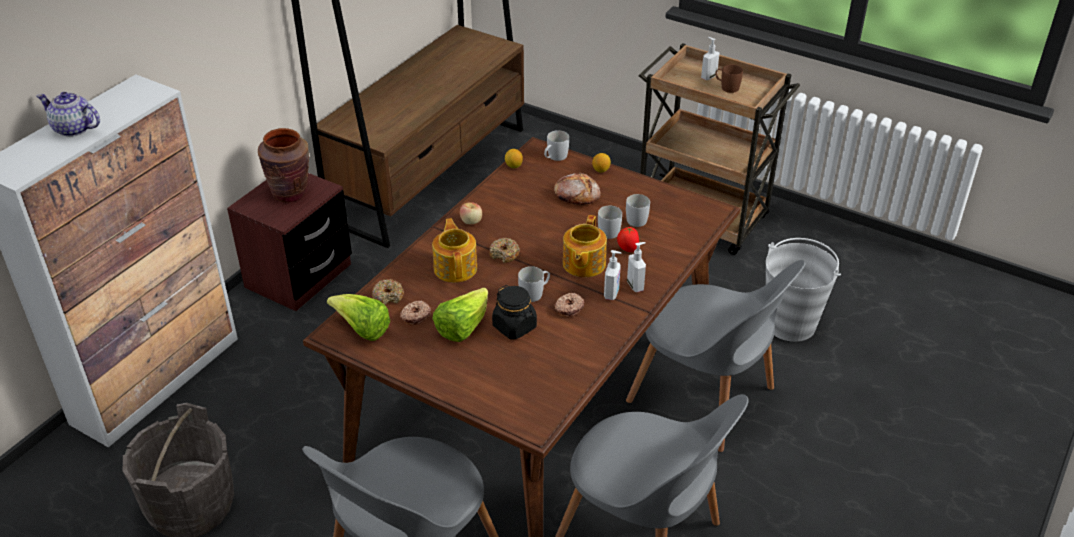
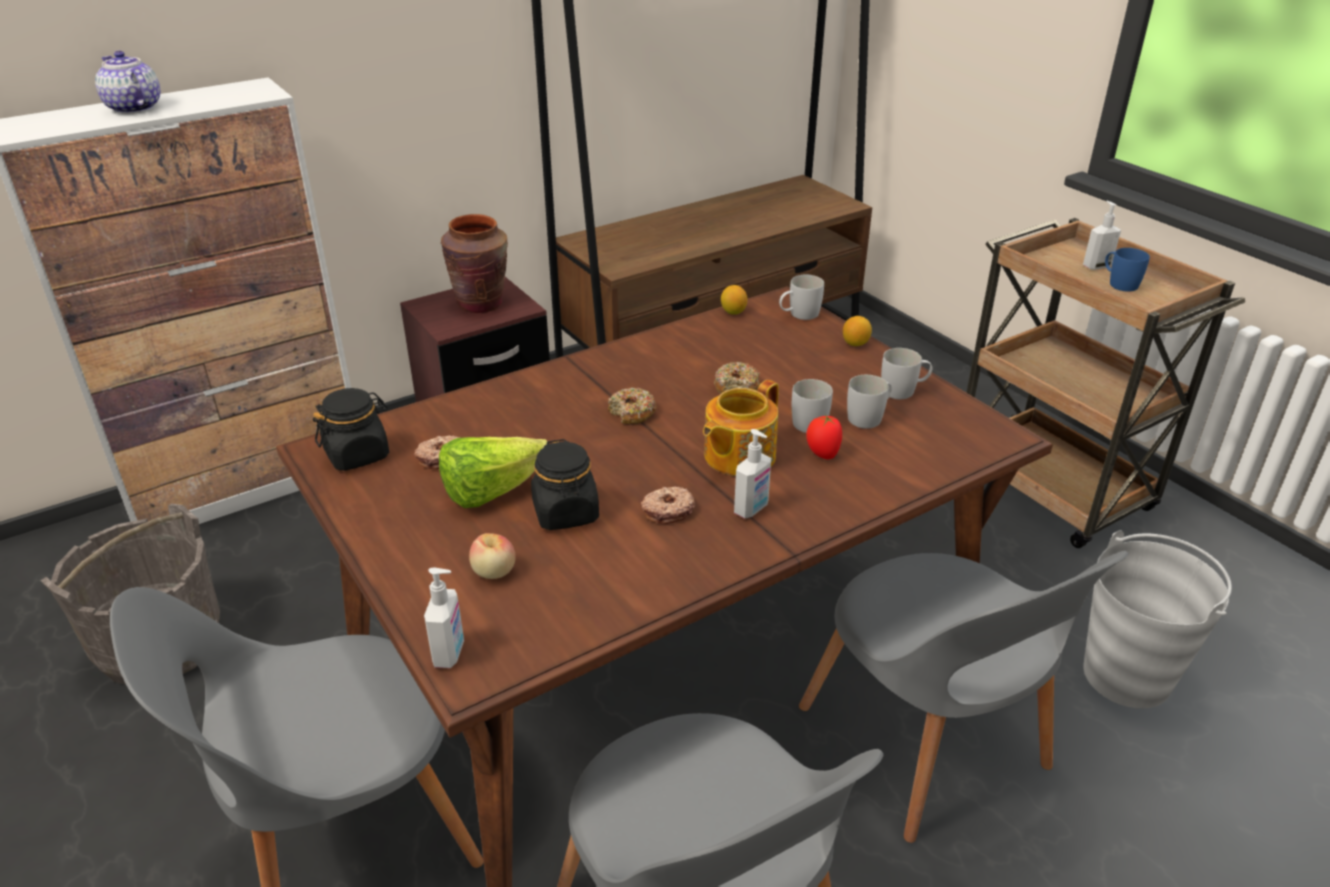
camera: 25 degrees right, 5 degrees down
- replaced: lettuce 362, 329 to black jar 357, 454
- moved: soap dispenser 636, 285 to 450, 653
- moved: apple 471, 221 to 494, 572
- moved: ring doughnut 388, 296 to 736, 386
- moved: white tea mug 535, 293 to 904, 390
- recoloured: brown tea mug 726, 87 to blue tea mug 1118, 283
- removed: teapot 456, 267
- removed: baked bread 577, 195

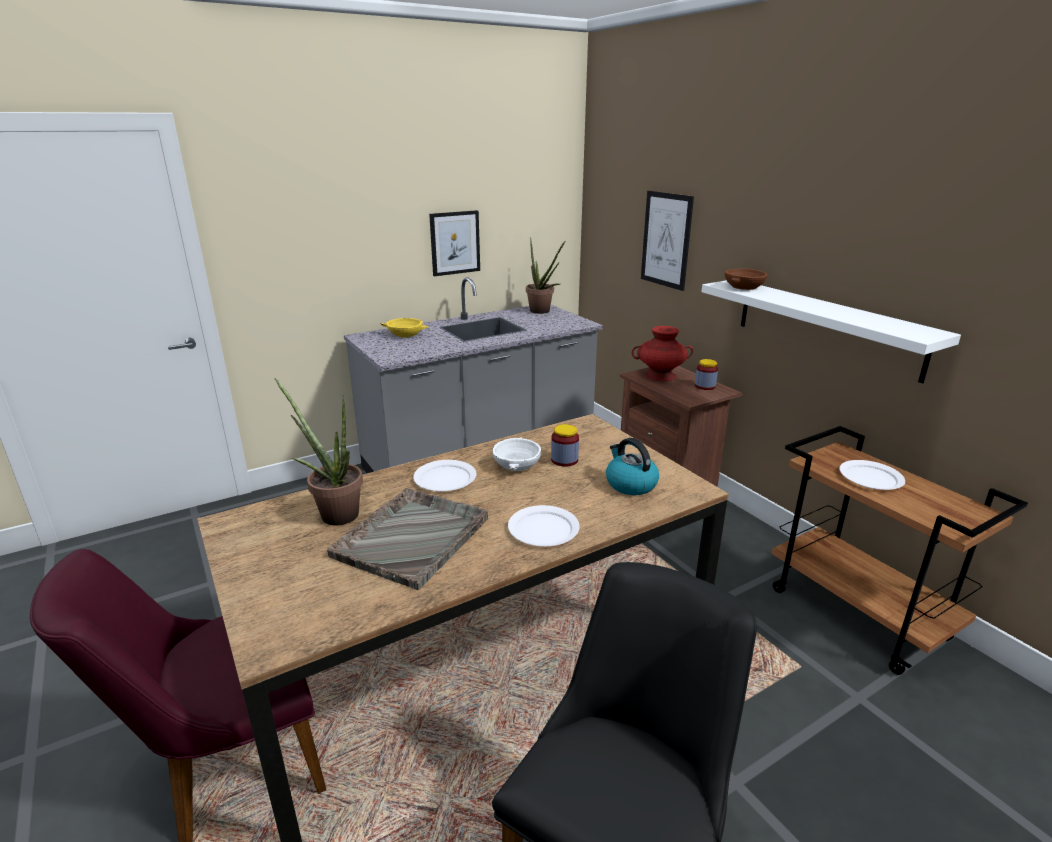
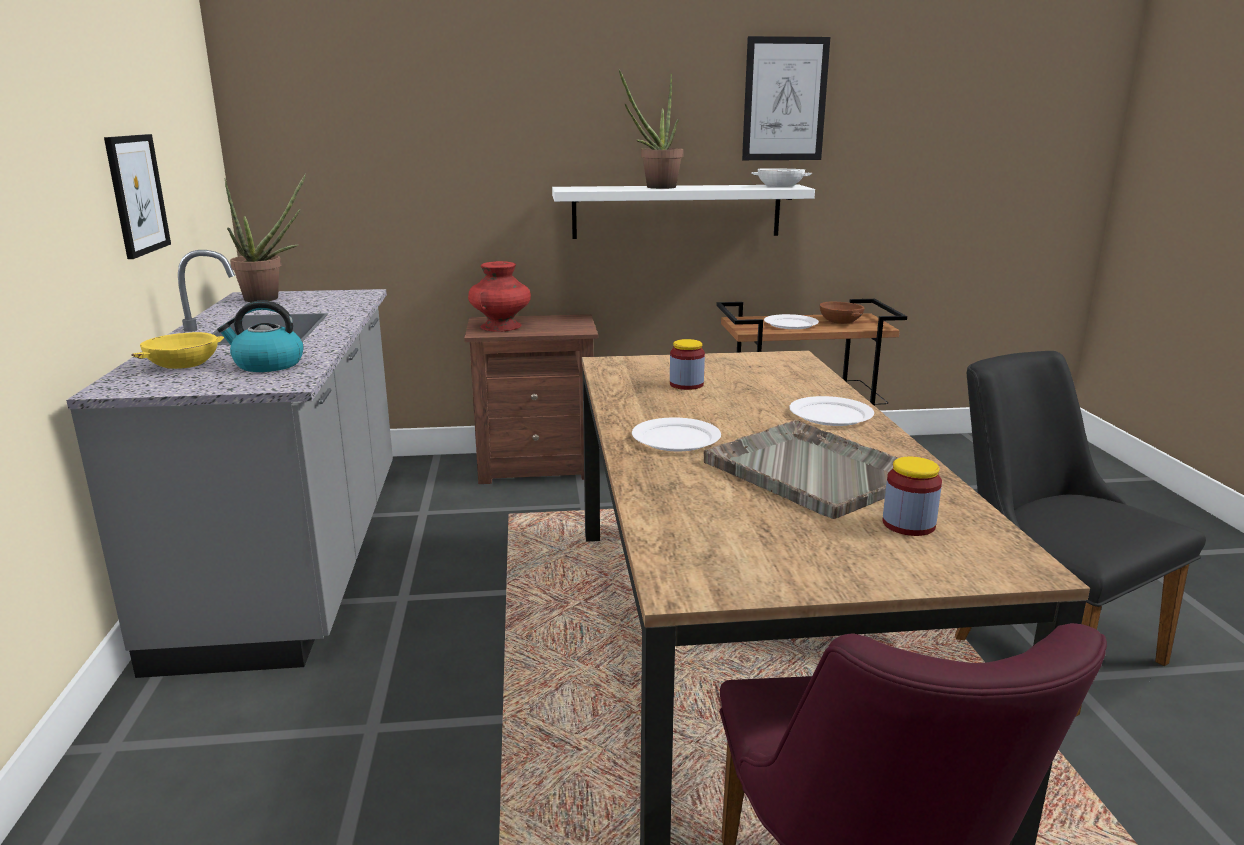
camera: 65 degrees left, 5 degrees down
- moved: tea kettle 630, 484 to 267, 365
- moved: potted plant 334, 513 to 655, 187
- moved: wall picture 666, 240 to 785, 99
- moved: white deep dish 516, 464 to 779, 186
- moved: brown deep dish 743, 287 to 839, 321
- moved: jar 705, 386 to 908, 524

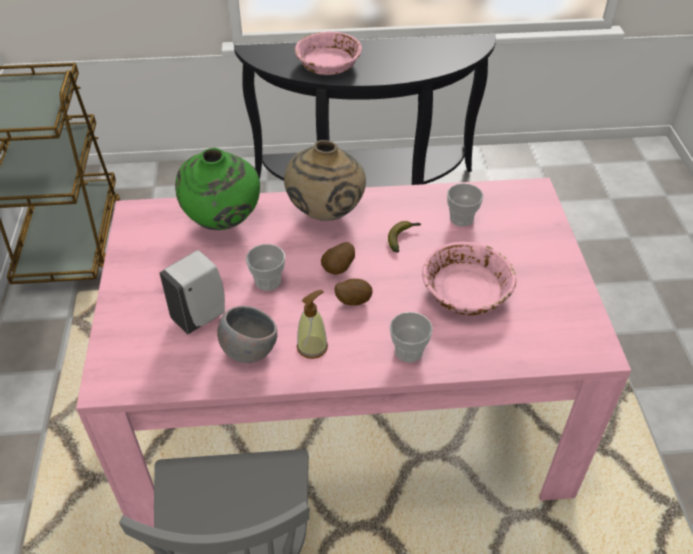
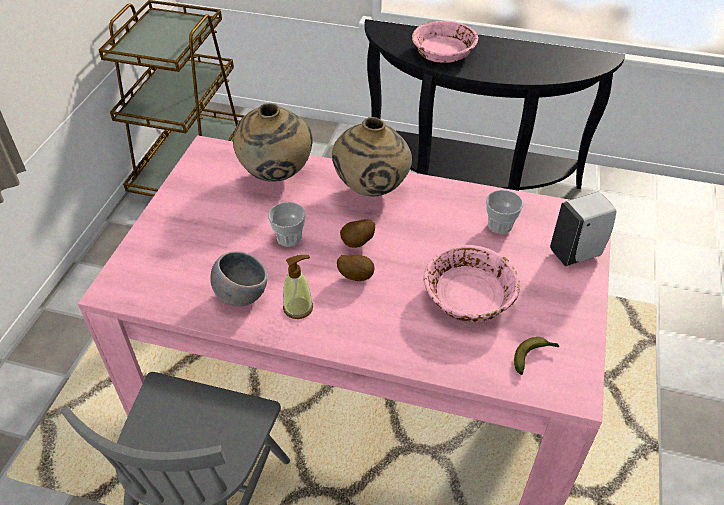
camera: 20 degrees right, 0 degrees up
- recoloured: greenish flower vase 223, 222 to beige-coloured flower vase 277, 176
- moved: banana 403, 238 to 533, 356
- moved: white soap dispenser 201, 316 to 576, 253
- removed: cup 408, 351

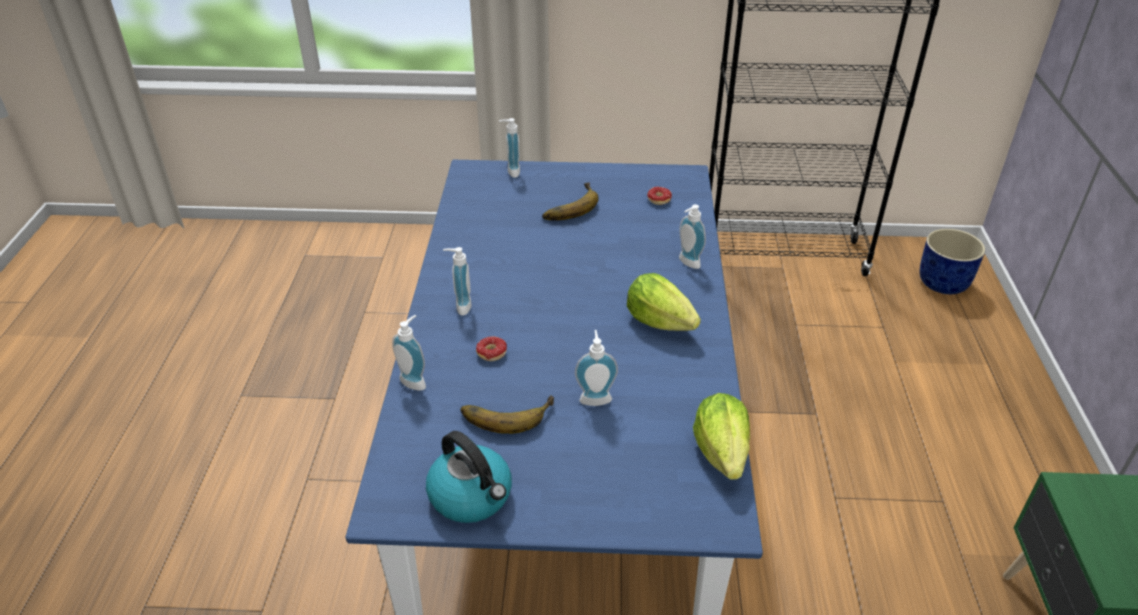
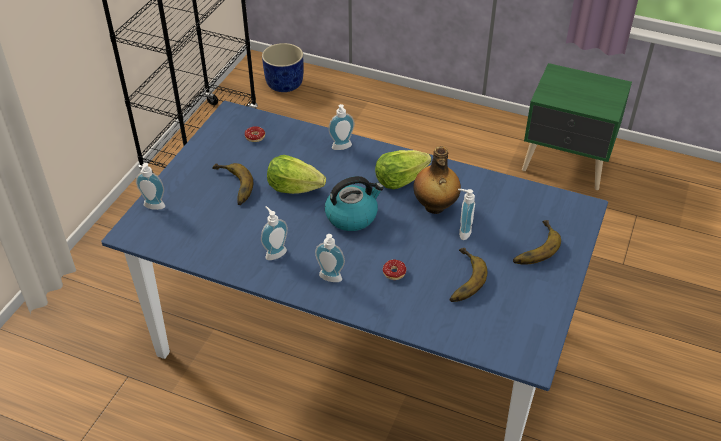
camera: 70 degrees left, 5 degrees up
- moved: soap dispenser 415, 380 to 274, 252
- moved: lettuce 722, 452 to 294, 188
- moved: tea kettle 472, 496 to 352, 216
- added: bottle 434, 207
- added: banana 532, 246

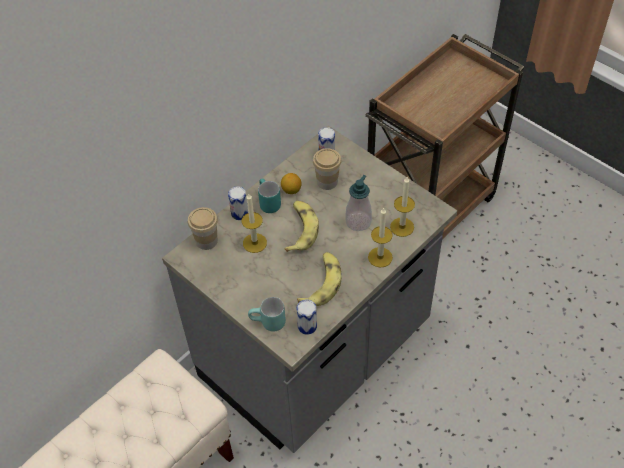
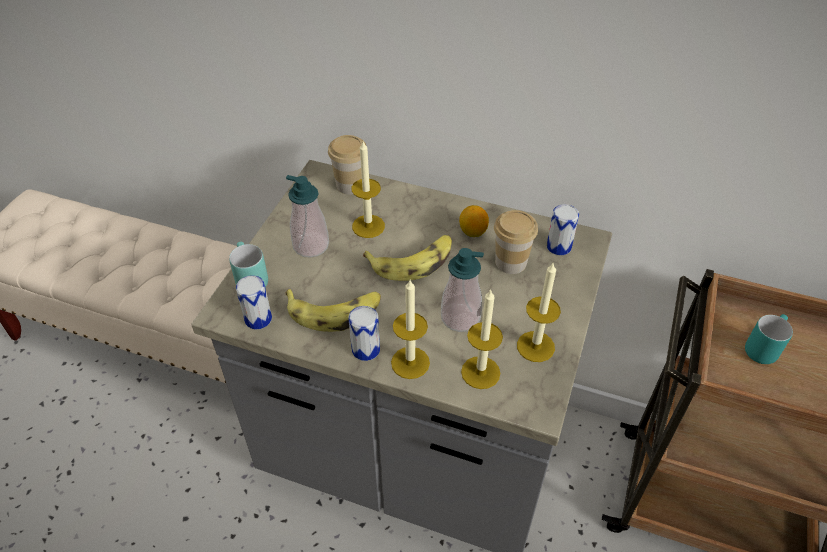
camera: 65 degrees right, 5 degrees down
- added: soap dispenser 311, 245
- moved: metal can 239, 213 to 366, 349
- added: wax candle 535, 346
- moved: blue-green tea mug 267, 203 to 761, 346

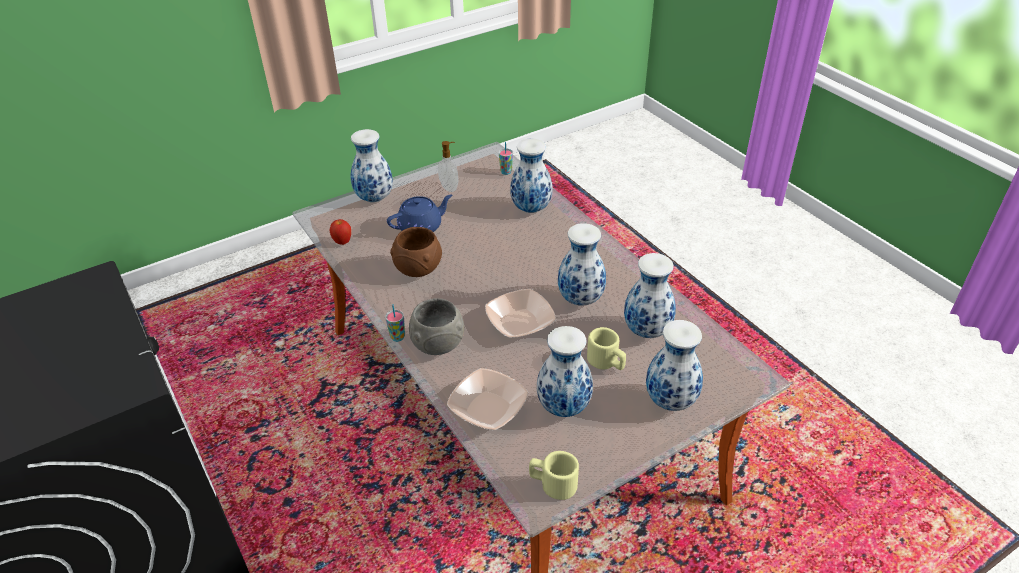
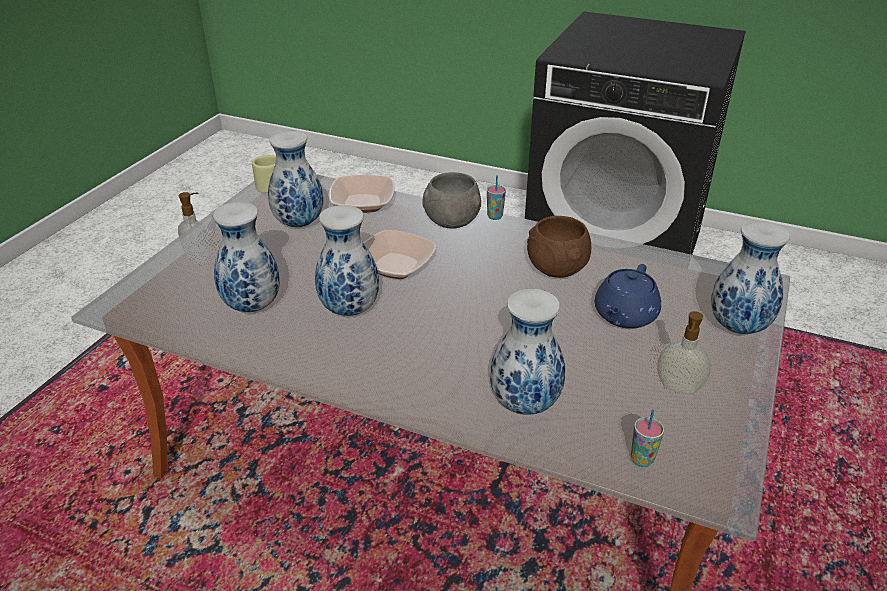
camera: 145 degrees right, 5 degrees down
- replaced: flower vase 671, 401 to soap dispenser 199, 259
- removed: apple 342, 242
- removed: beige-coloured tea mug 606, 362

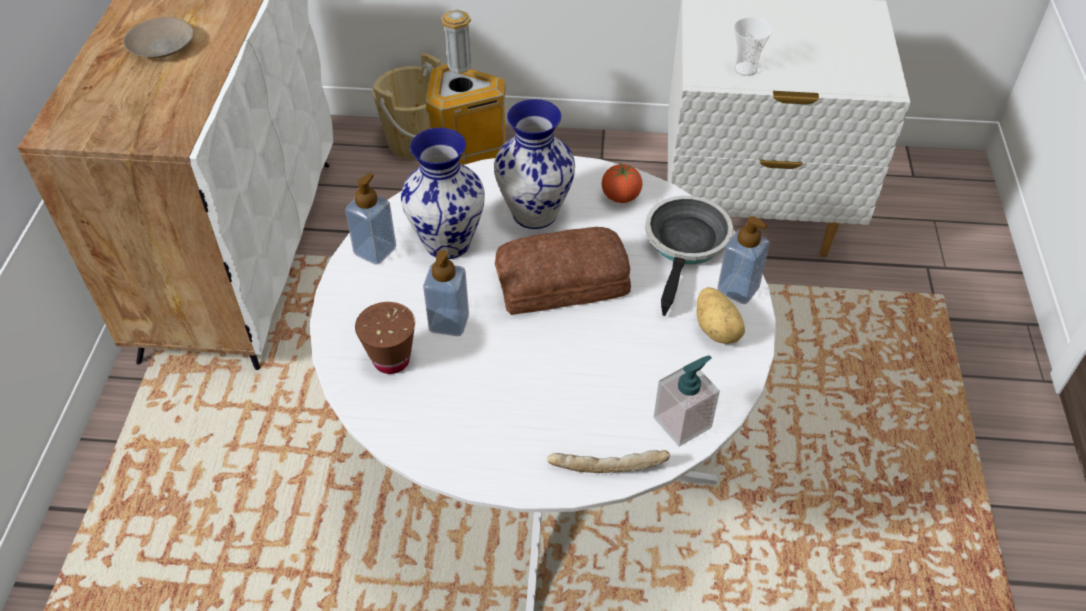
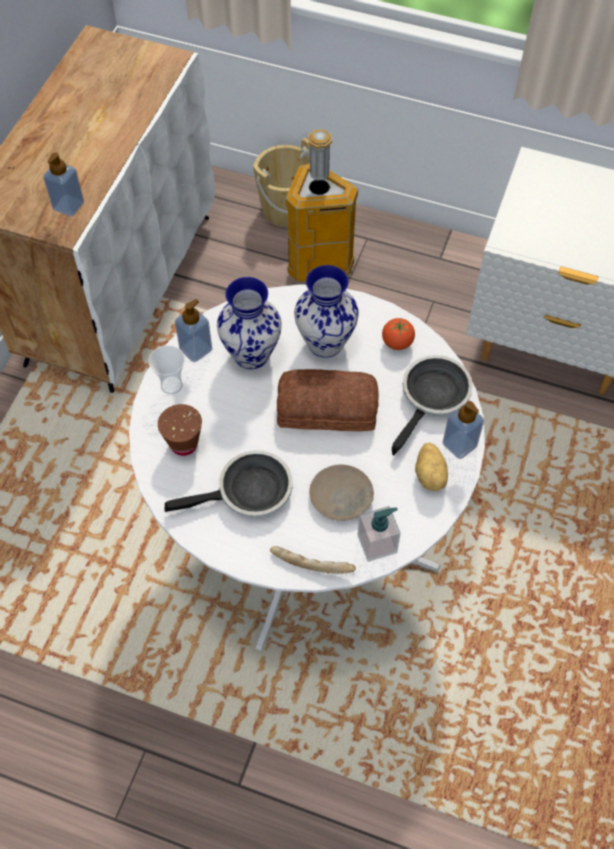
camera: 15 degrees right, 10 degrees up
- moved: soap dispenser 449, 322 to 68, 206
- moved: cup 745, 69 to 171, 385
- added: frying pan 249, 492
- moved: beige-coloured plate 162, 46 to 342, 497

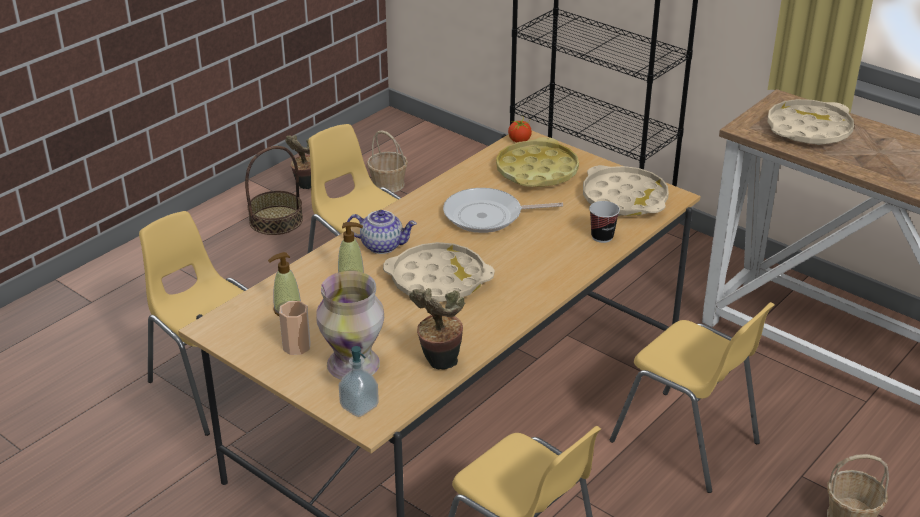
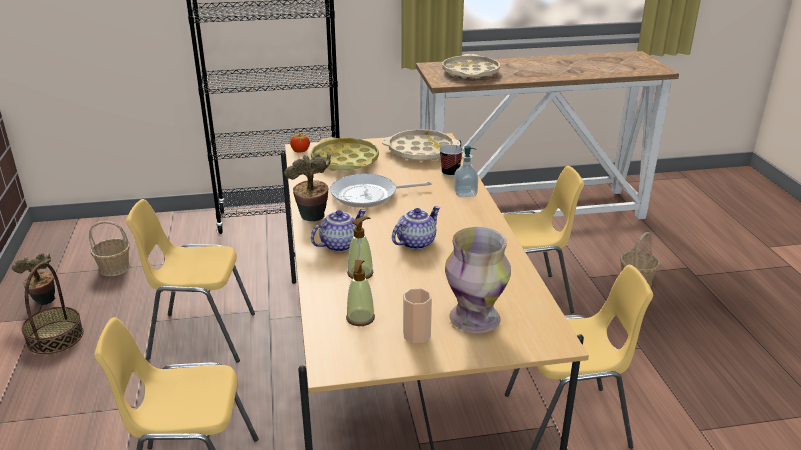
camera: 50 degrees left, 5 degrees down
- moved: potted plant 439, 363 to 312, 219
- turned: frying pan 487, 216 = 368, 195 45 degrees clockwise
- replaced: beige-coloured carrying tray 438, 280 to teapot 415, 242
- moved: soap dispenser 359, 406 to 465, 193

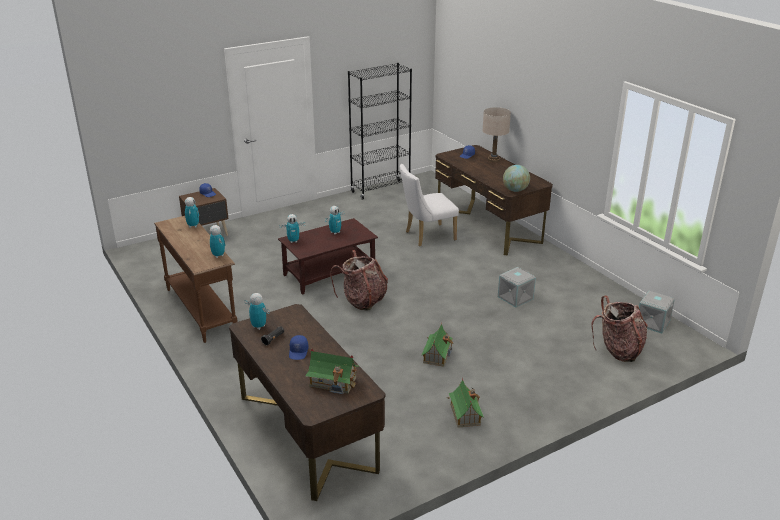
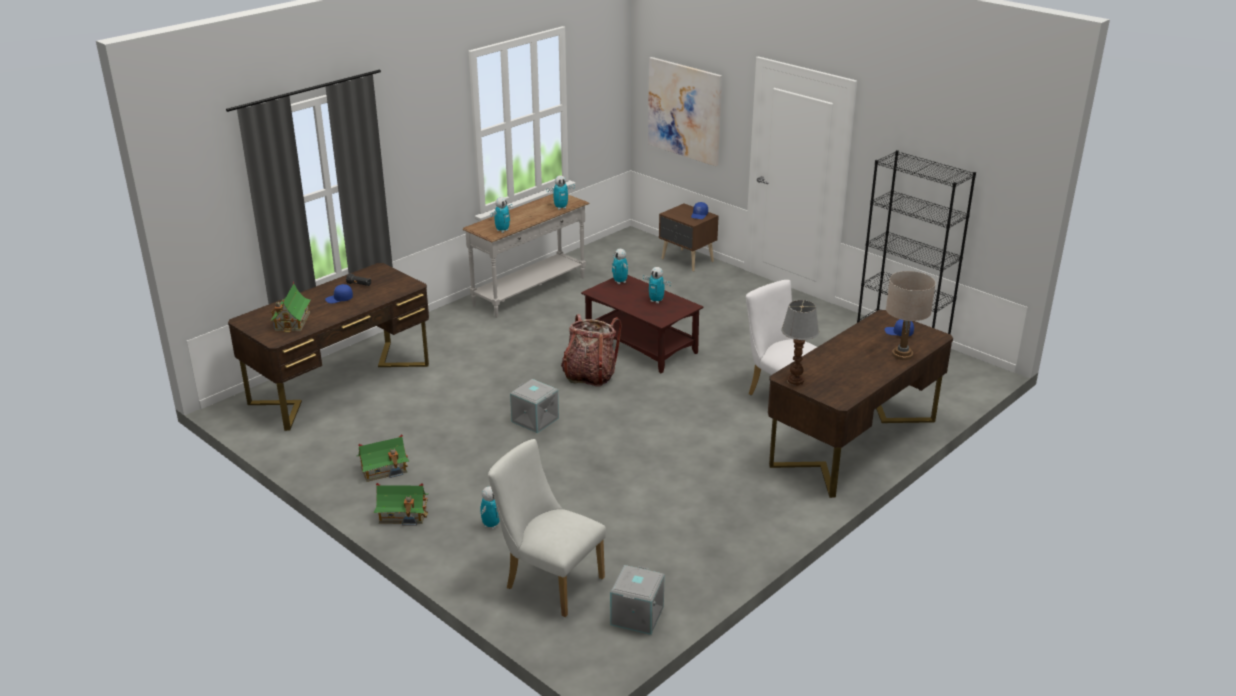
camera: 75 degrees right, 0 degrees up
- moved: model house 437, 355 to 403, 514
- recoloured: brown console table 202, 310 to white console table 530, 292
- moved: model robot 258, 326 to 491, 525
- replaced: backpack 618, 350 to white chair 548, 581
- moved: greyish storage bin 515, 298 to 534, 420
- added: wall picture 684, 110
- replaced: desk globe 515, 190 to tabletop lamp 796, 380

